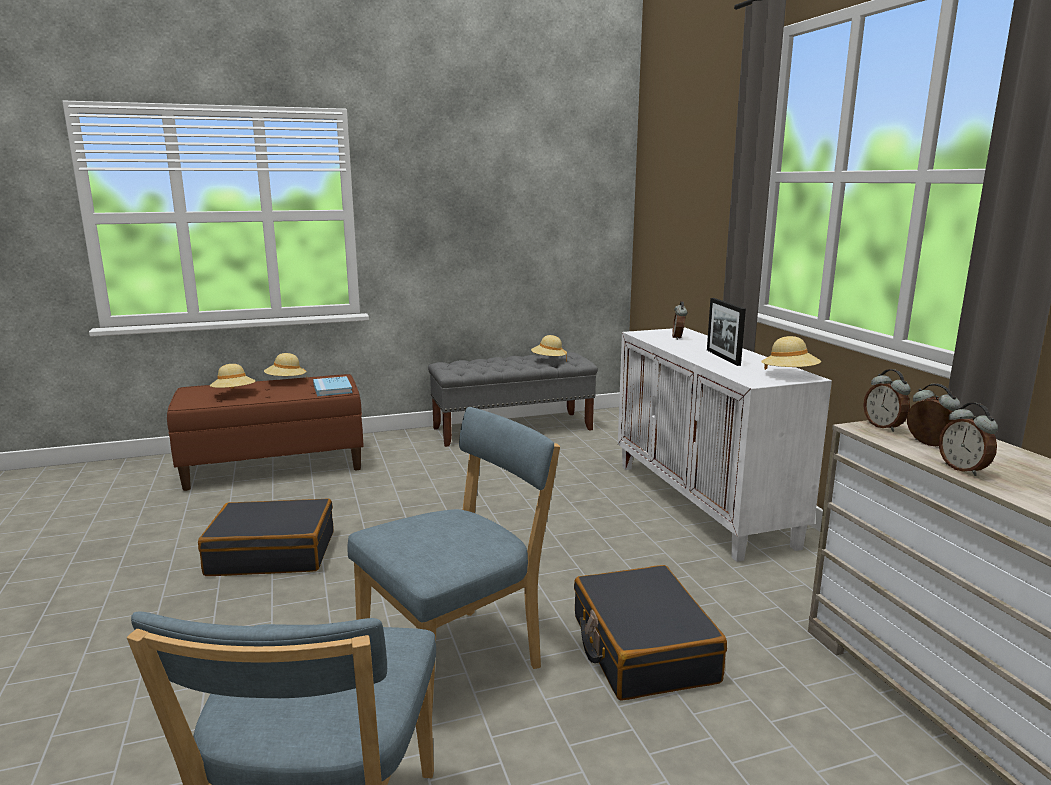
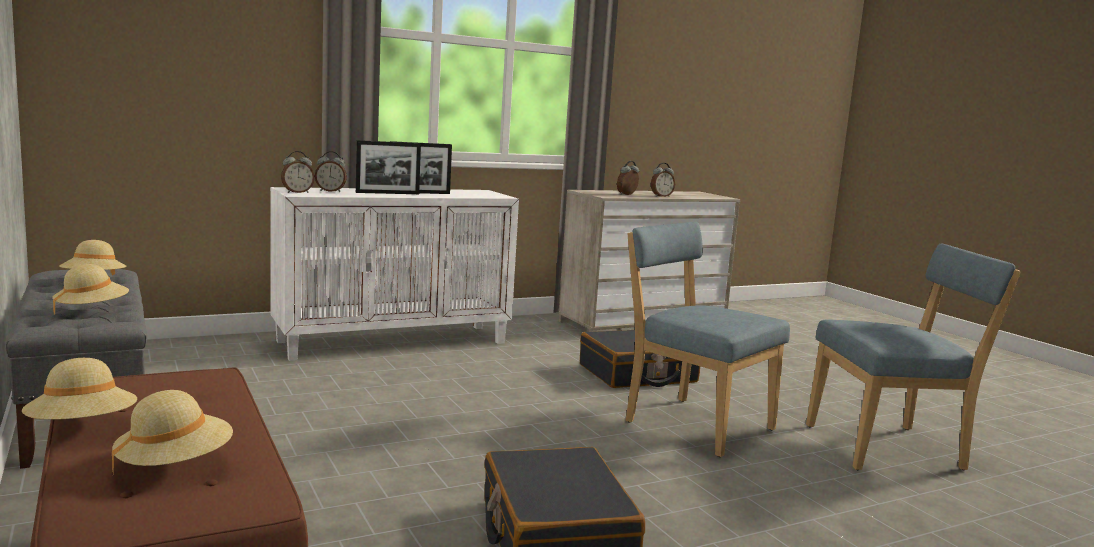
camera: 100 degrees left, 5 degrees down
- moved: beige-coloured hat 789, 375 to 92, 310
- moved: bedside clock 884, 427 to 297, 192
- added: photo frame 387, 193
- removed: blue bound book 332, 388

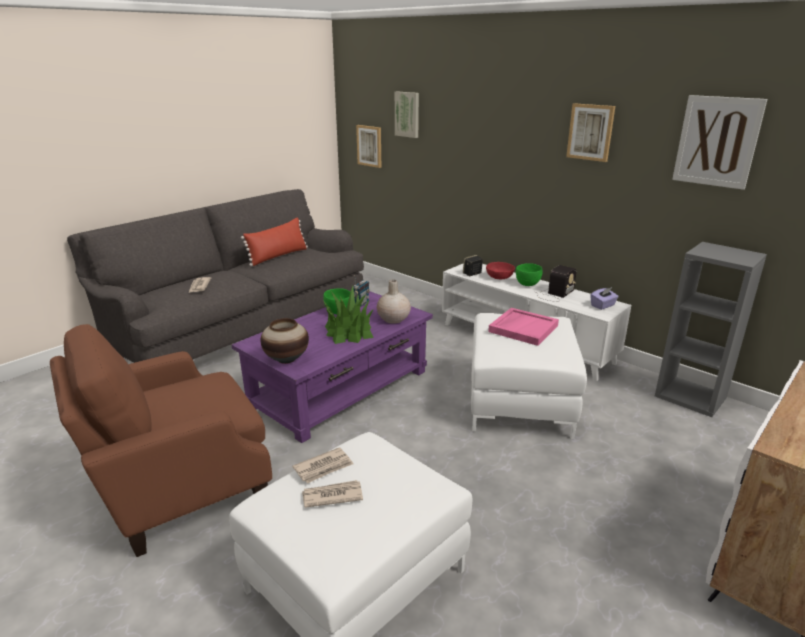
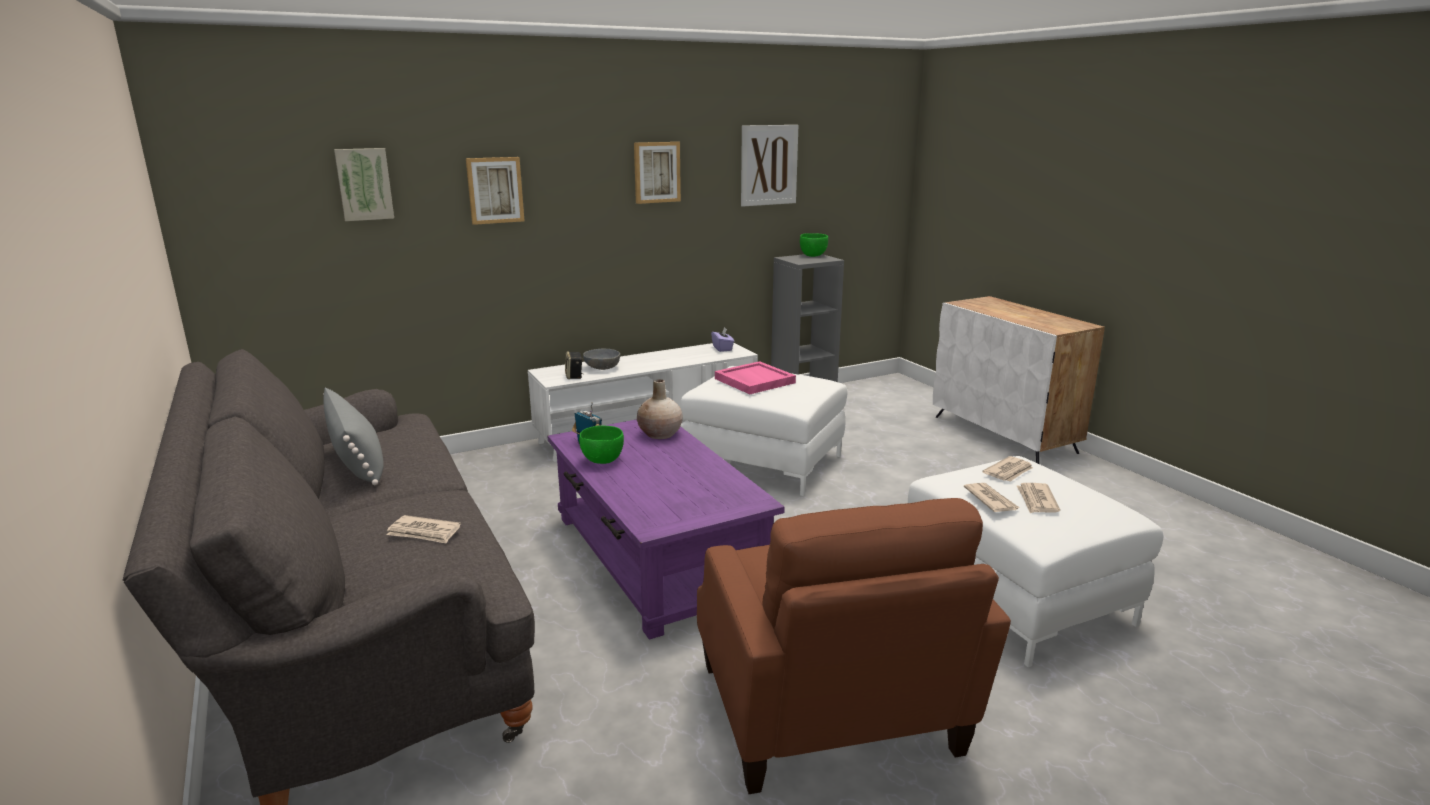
camera: 70 degrees left, 5 degrees down
- recoloured: reddish cushion 278, 256 to greyish cushion 357, 461
- moved: wall picture 369, 146 to 495, 190
- recoloured: reddish deep dish 499, 277 to greyish deep dish 602, 367
- moved: greenish deep dish 528, 284 to 813, 255
- added: daily paper 1009, 472
- removed: flower vase 286, 359
- removed: potted plant 349, 332
- removed: radio 555, 294

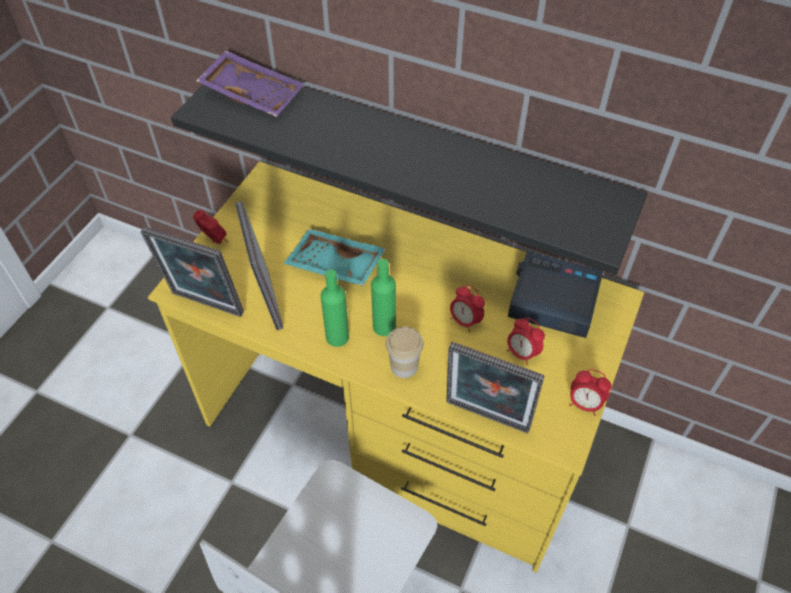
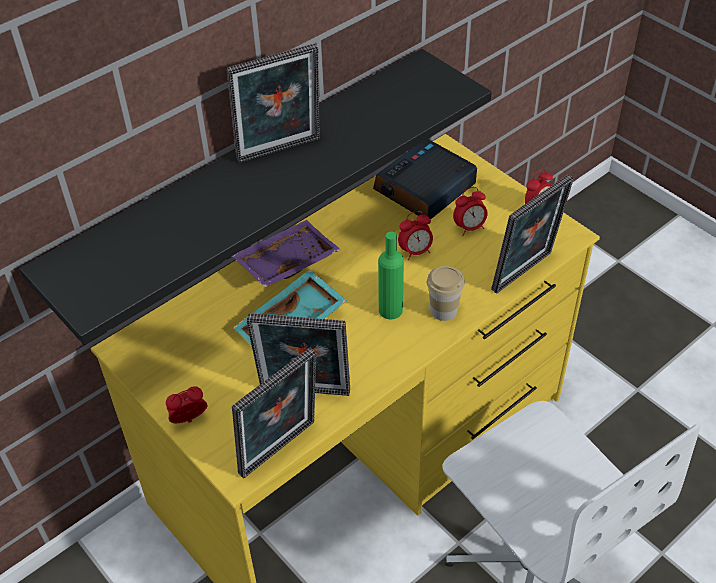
camera: 65 degrees left, 5 degrees down
- added: photo frame 280, 152
- moved: purple-coloured carrying tray 253, 93 to 286, 261
- removed: greenish bottle 337, 337

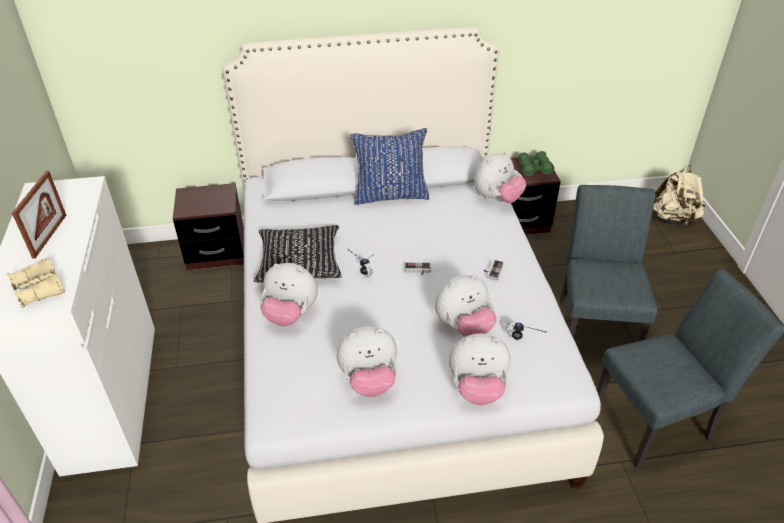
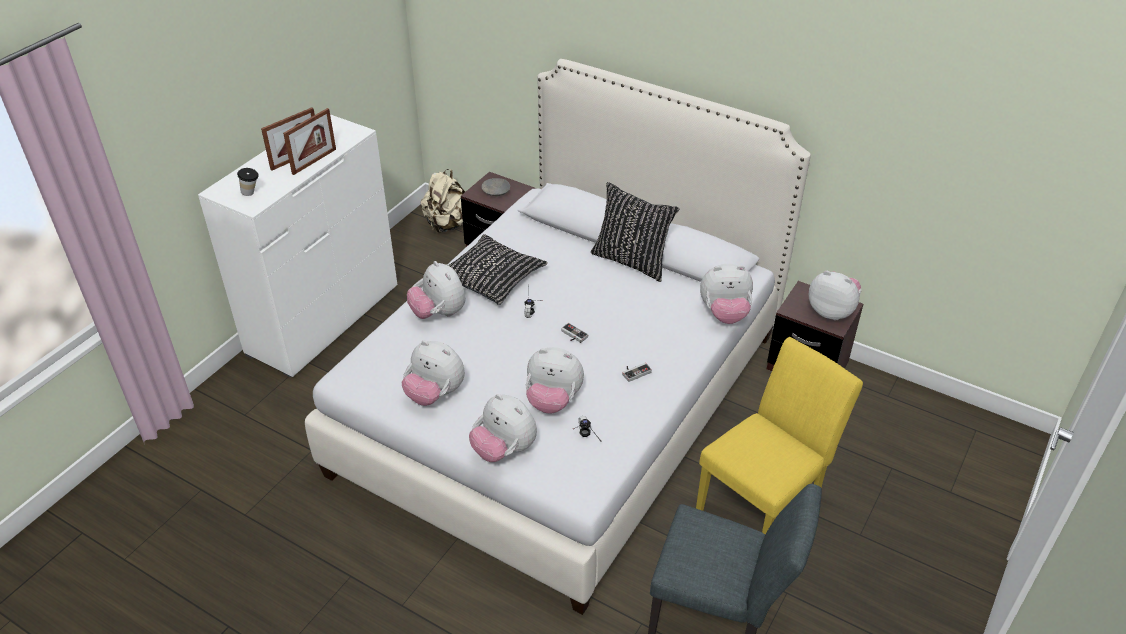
camera: 40 degrees right, 0 degrees up
- replaced: beige-coloured field glasses 39, 289 to cup 251, 193
- added: photo frame 314, 161
- moved: beige-coloured backpack 672, 219 to 447, 224
- added: greyish deep dish 495, 192
- recoloured: blue cushion 390, 194 to black cushion 631, 260
- recoloured: greyish chair 594, 325 to yellowish chair 764, 503
- replaced: greenish field glasses 534, 168 to cuddly toy 831, 311

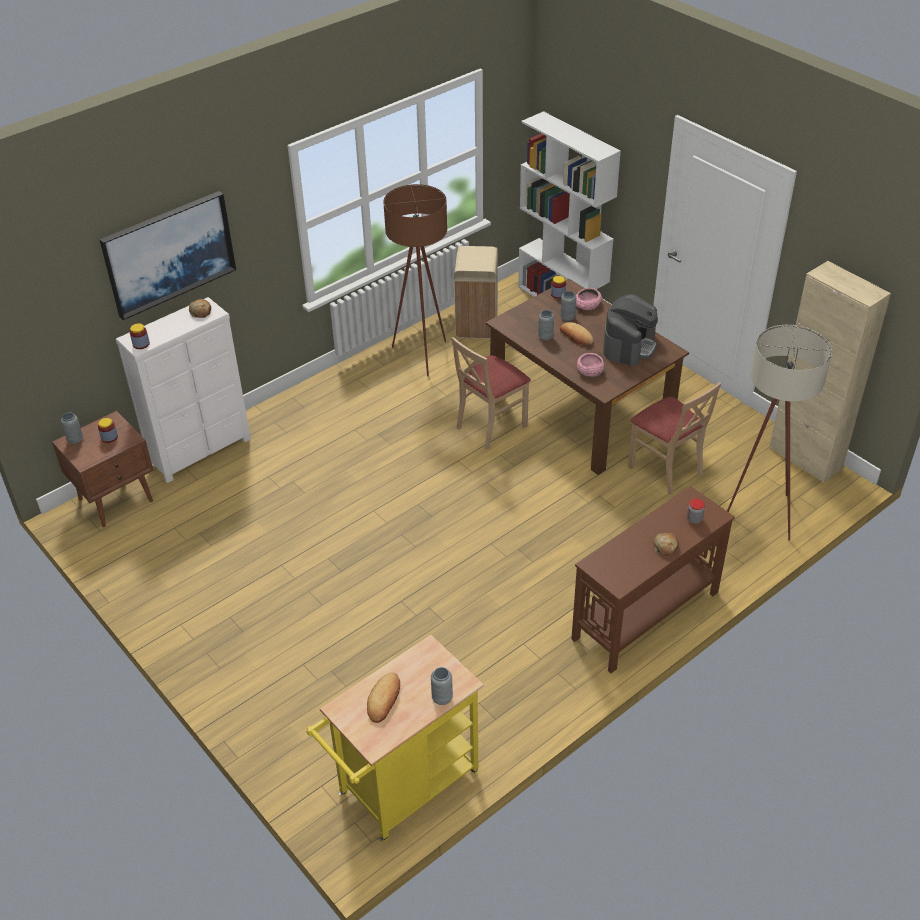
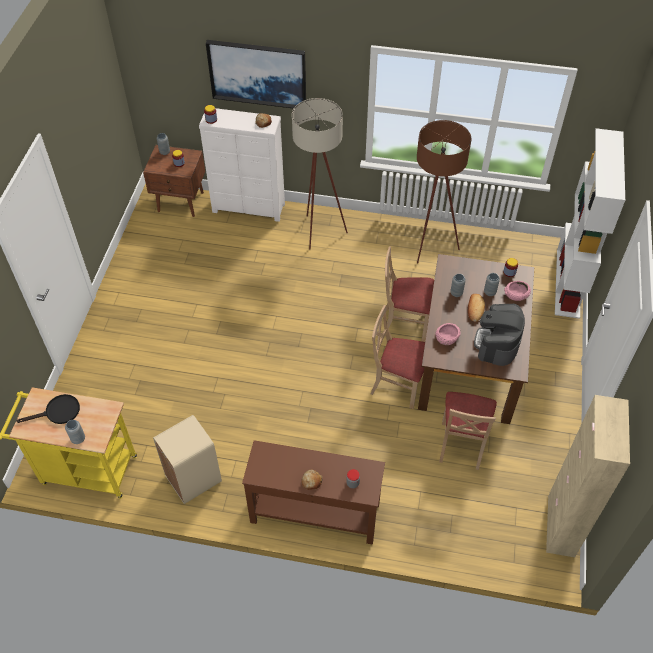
camera: 50 degrees right, 10 degrees up
- replaced: baked bread 384, 700 to black frying pan 58, 412
- moved: beige-coloured rubbish bin 477, 325 to 194, 479
- moved: beige-coloured standing lamp 758, 514 to 318, 229
- added: beige-coloured chair 397, 385
- turned: coffee maker 629, 346 = 497, 343 120 degrees clockwise

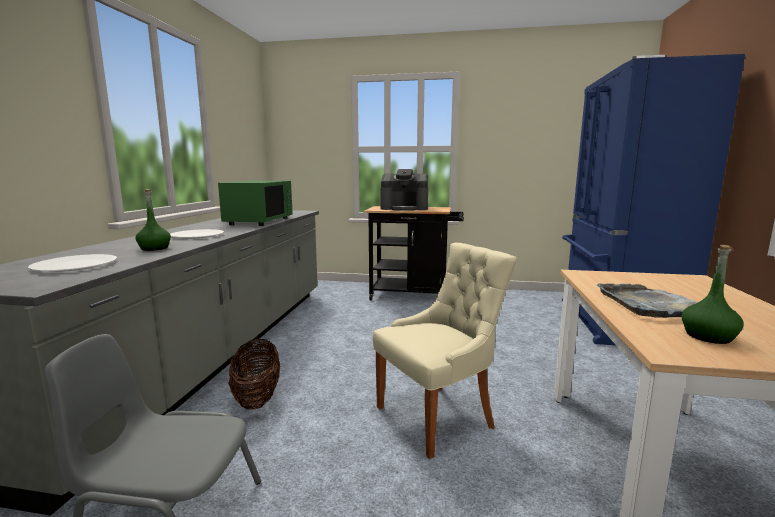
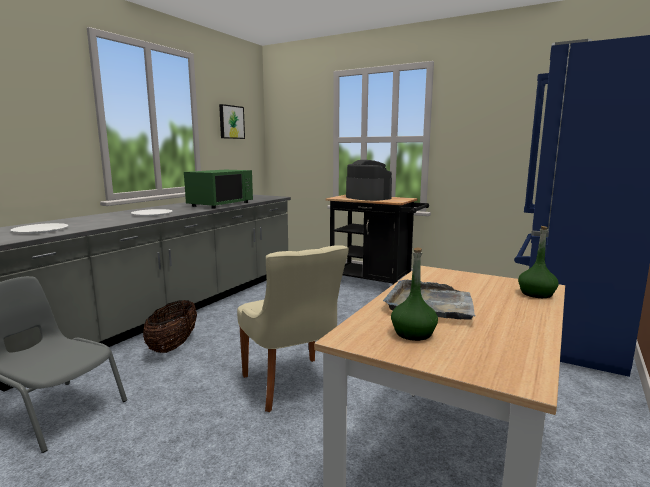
camera: 20 degrees right, 0 degrees up
- added: wall picture 231, 122
- turned: beige-coloured chair 438, 416 = 292, 385 75 degrees clockwise
- turned: coffee maker 404, 208 = 367, 197 150 degrees counterclockwise
- moved: greenish bottle 155, 248 to 536, 294

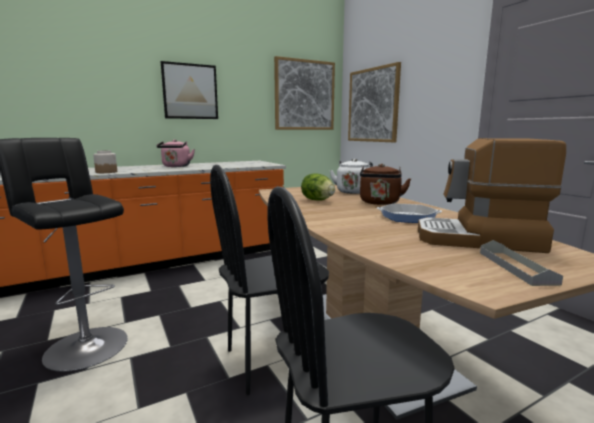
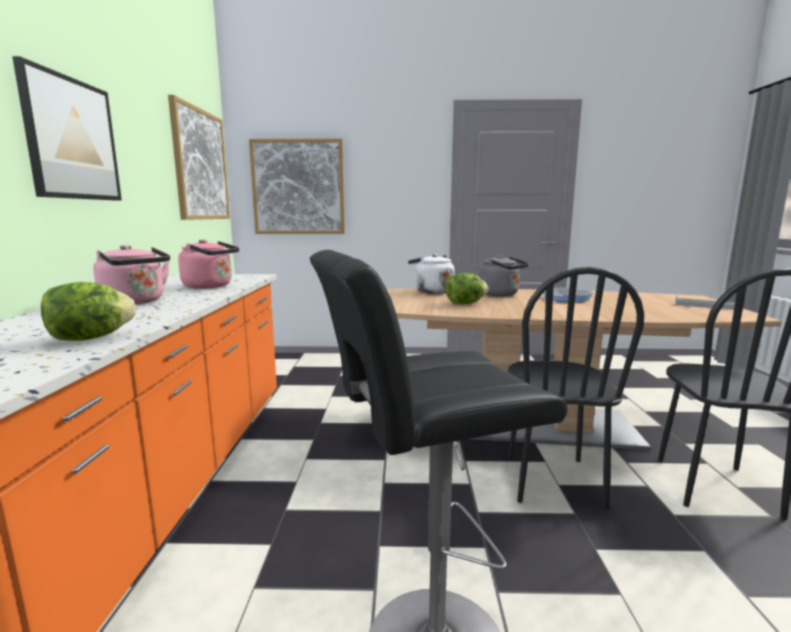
camera: 60 degrees left, 0 degrees up
- replaced: jar 106, 172 to lettuce 91, 338
- added: pinkish tea kettle 211, 286
- recoloured: brown tea kettle 380, 203 to greyish tea kettle 501, 294
- removed: coffee maker 478, 239

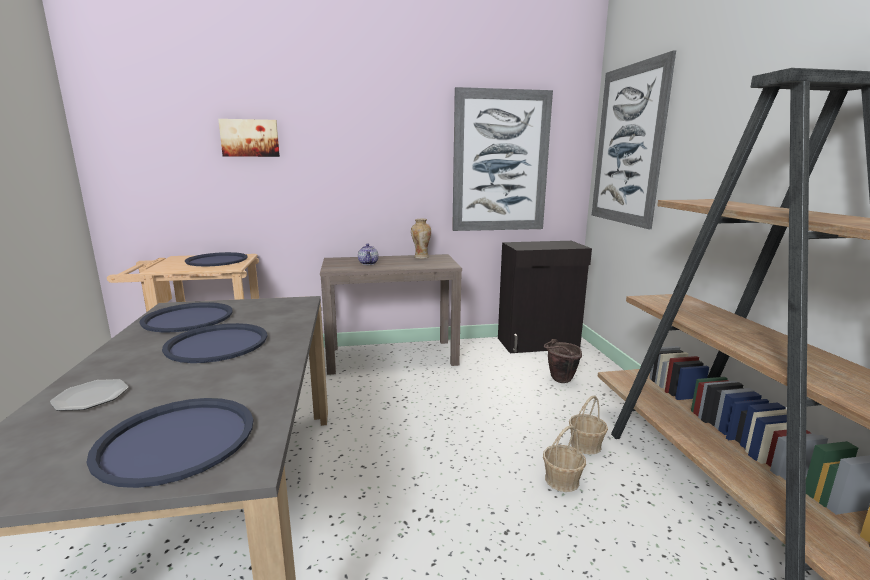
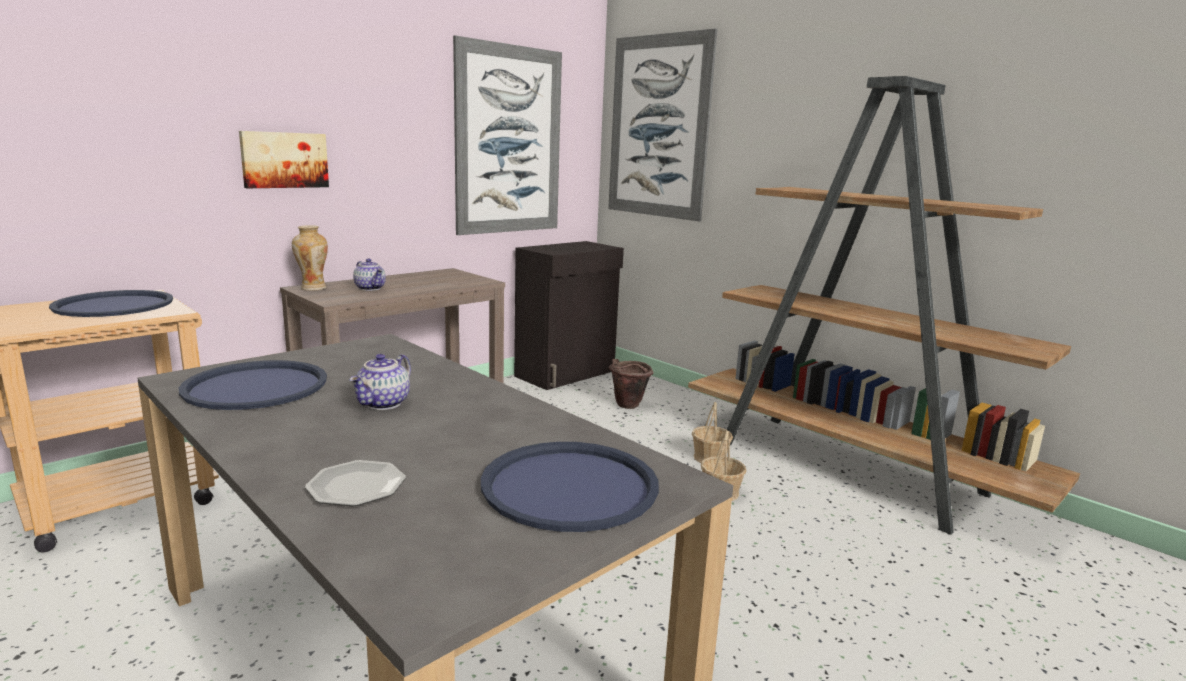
camera: 35 degrees left, 0 degrees up
- moved: wall picture 250, 138 to 284, 160
- moved: flower vase 421, 257 to 312, 288
- replaced: blue carrying tray 217, 344 to teapot 384, 404

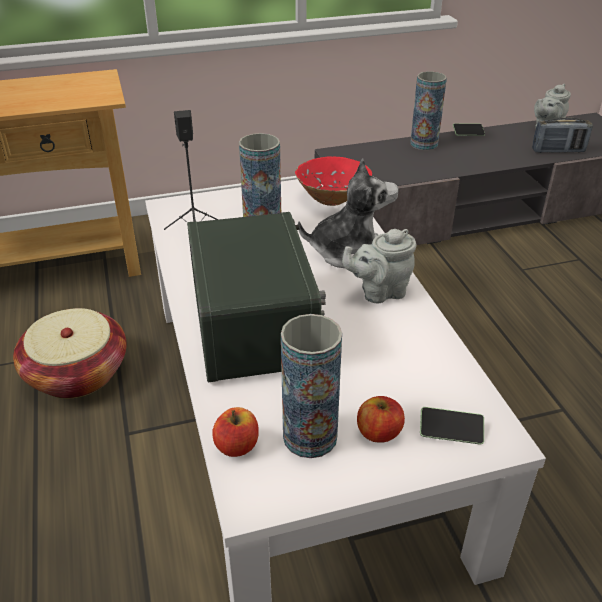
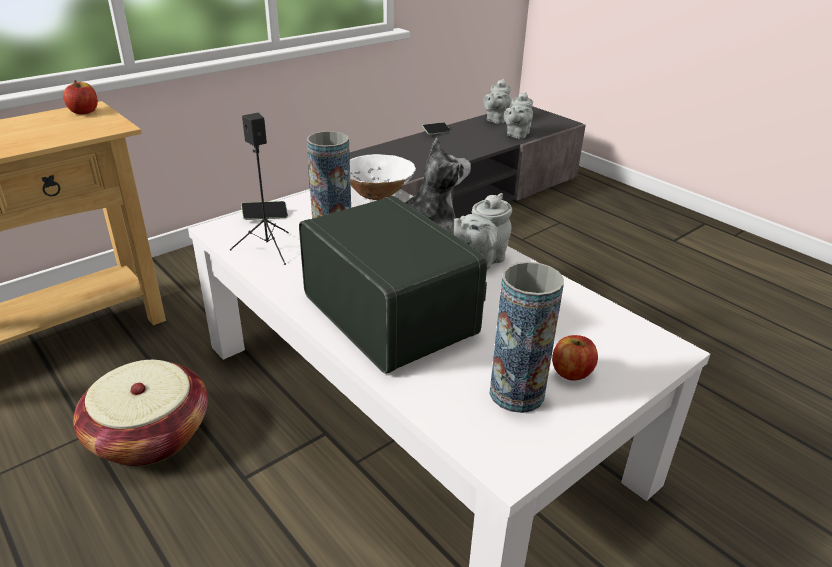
camera: 25 degrees left, 5 degrees down
- moved: apple 237, 446 to 84, 112
- moved: phone 450, 432 to 265, 216
- recoloured: reddish deep dish 332, 198 to white deep dish 377, 194
- replaced: radio 558, 151 to greyish teapot 517, 135
- removed: flower vase 424, 144

